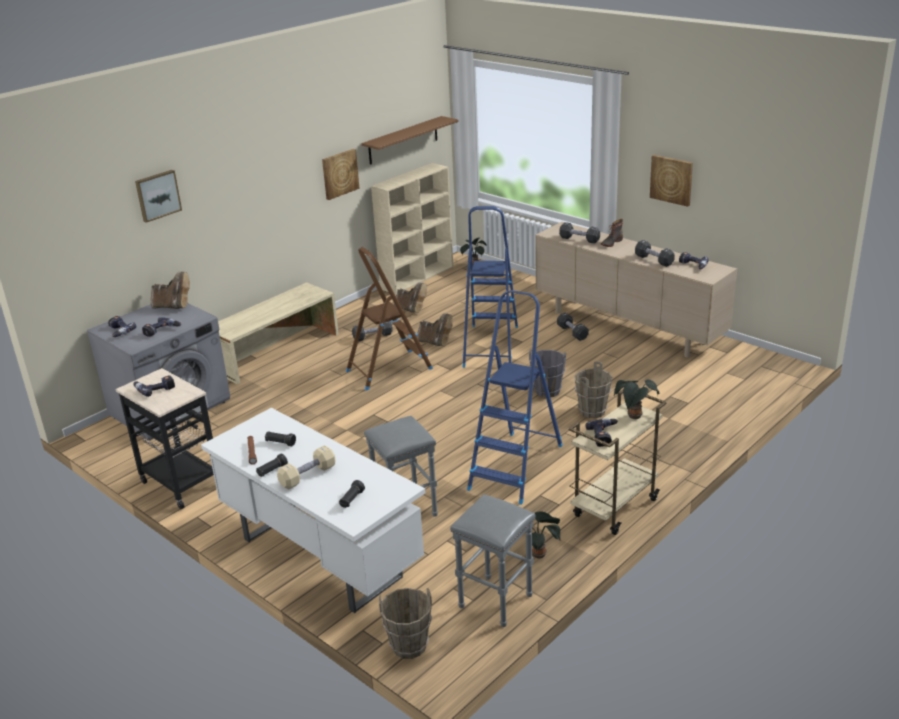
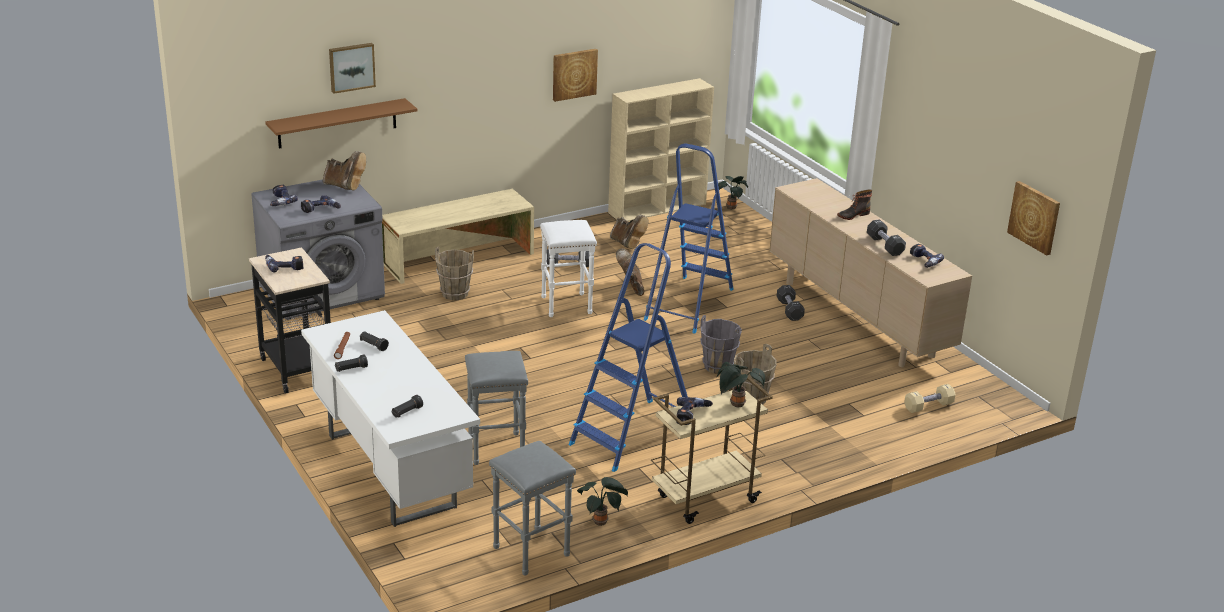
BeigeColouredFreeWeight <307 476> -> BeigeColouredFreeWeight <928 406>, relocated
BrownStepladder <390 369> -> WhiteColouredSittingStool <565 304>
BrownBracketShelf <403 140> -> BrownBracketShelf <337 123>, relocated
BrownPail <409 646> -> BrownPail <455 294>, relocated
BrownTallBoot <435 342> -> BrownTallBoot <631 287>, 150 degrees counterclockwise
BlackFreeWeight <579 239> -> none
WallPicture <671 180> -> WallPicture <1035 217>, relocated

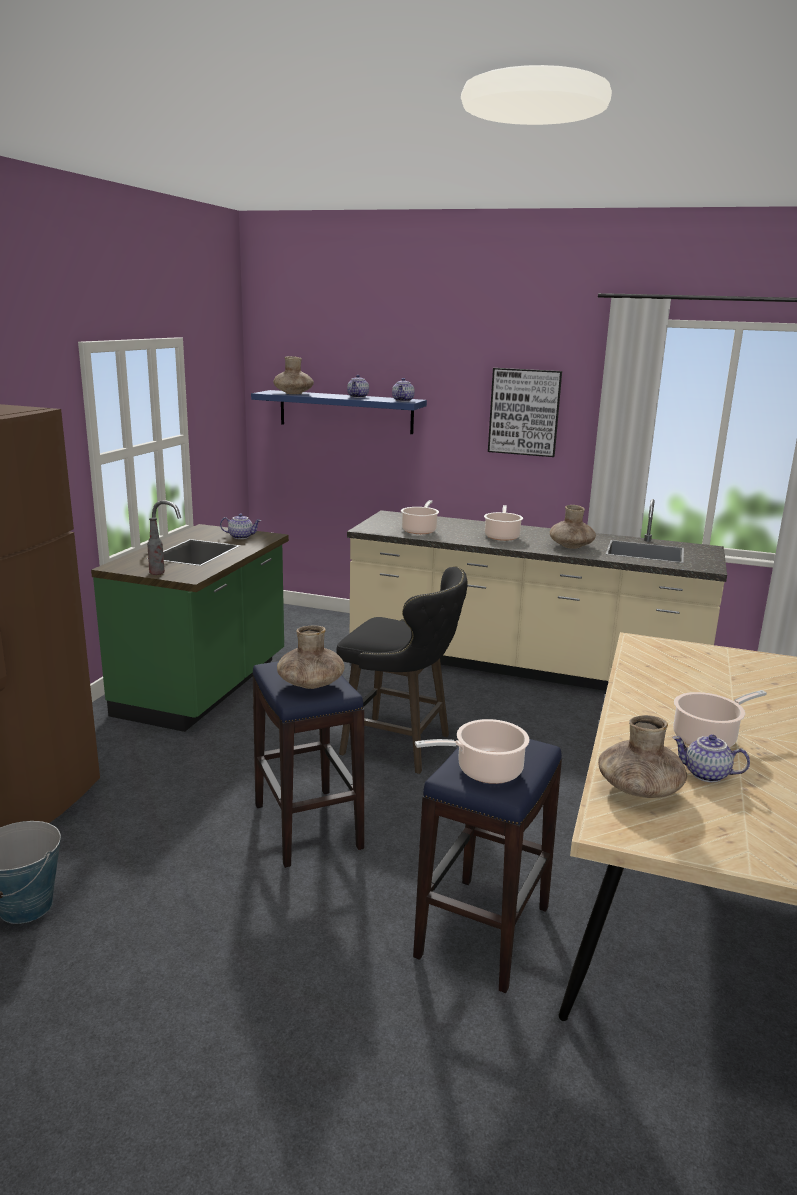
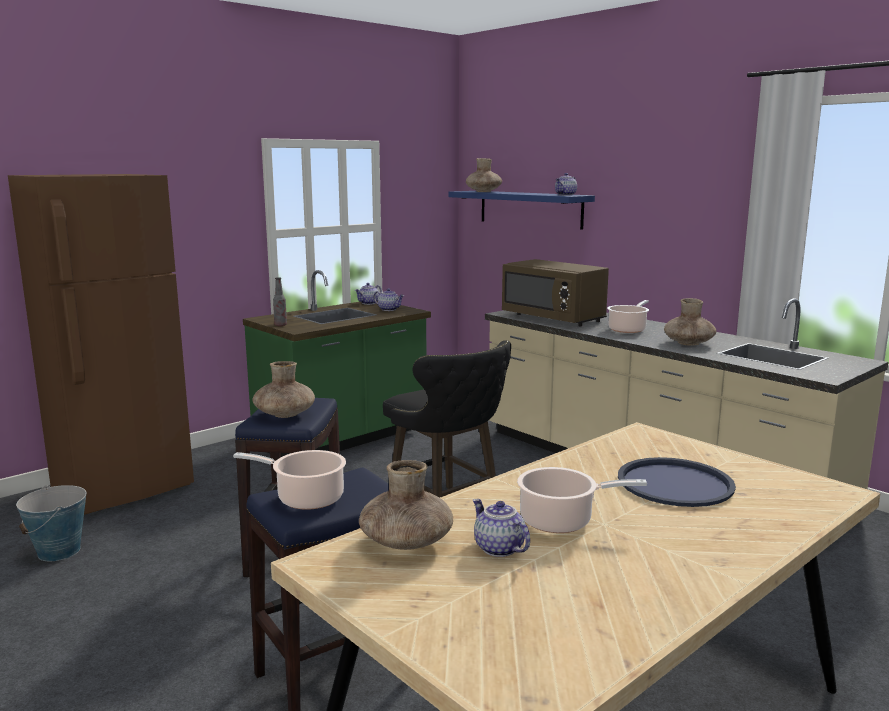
TeaPot <358 397> -> TeaPot <369 303>, relocated
Saucepot <420 530> -> BrownMicrowaveOven <553 318>
WallPicture <524 412> -> none
none -> BlueTray <674 483>

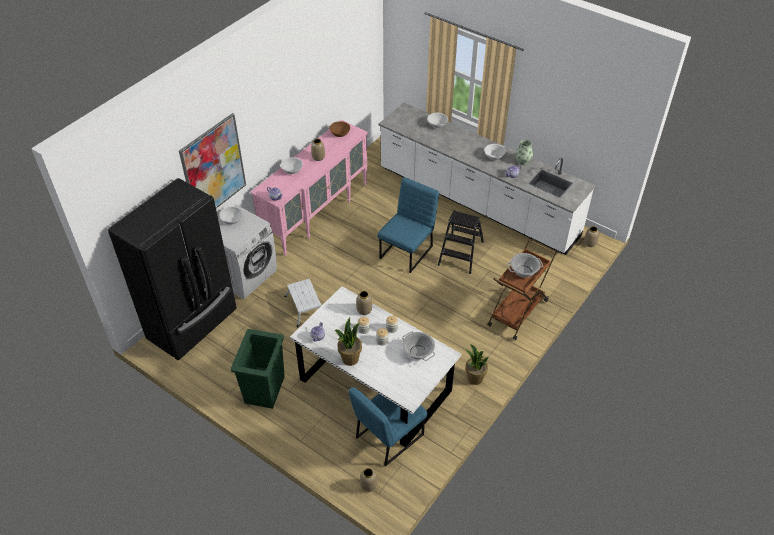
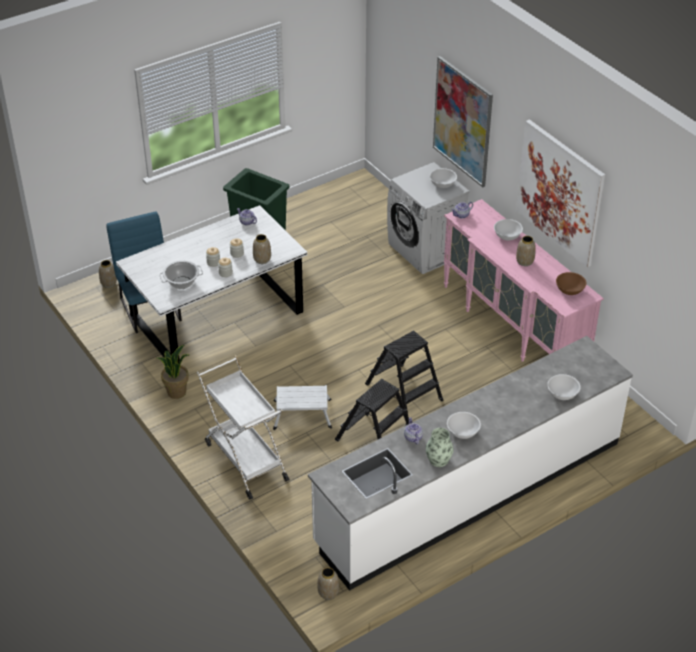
BlackFridge <195 324> -> none
WhiteColouredStepladder <305 307> -> WhiteColouredStepladder <302 414>, relocated
PlantInAPot <350 358> -> none
BluePlainChair <407 251> -> BlackStepladder <404 392>
BrownTrolley <517 313> -> WhiteColouredTrolley <246 461>
Saucepot <524 271> -> none
none -> WallPicture <560 192>

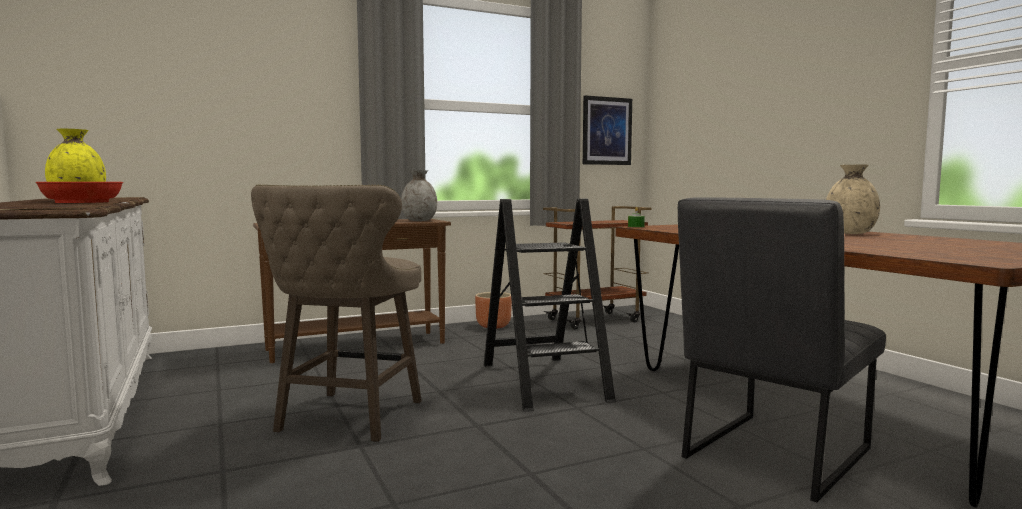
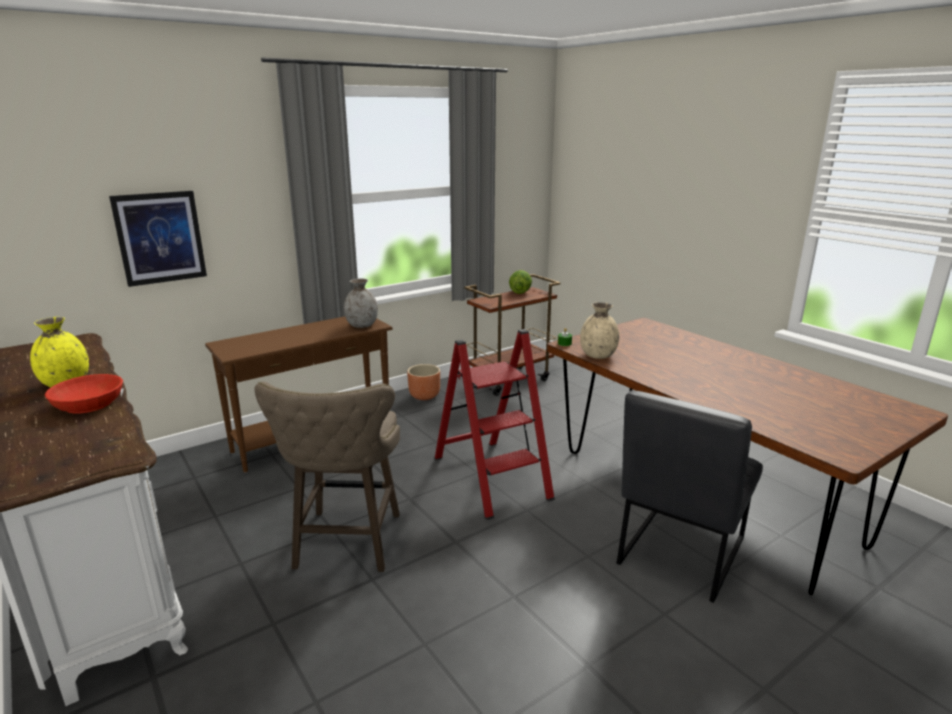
BlackStepladder <543 381> -> ReddishStepladder <490 476>
WallPicture <606 131> -> WallPicture <160 238>, relocated
BeigeColouredFlowerVase <850 233> -> BeigeColouredFlowerVase <598 356>, relocated
none -> HeadOfLettuce <520 292>

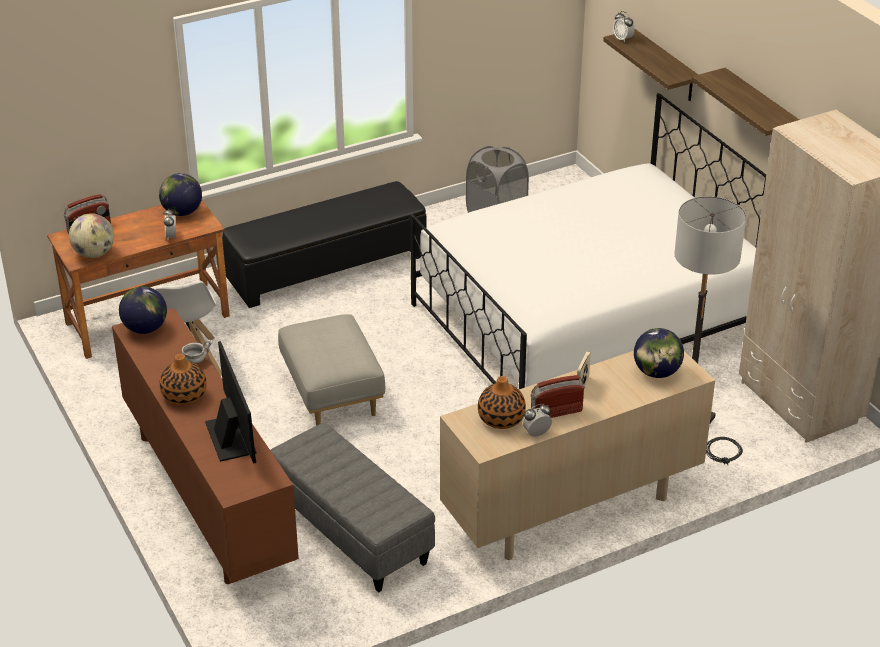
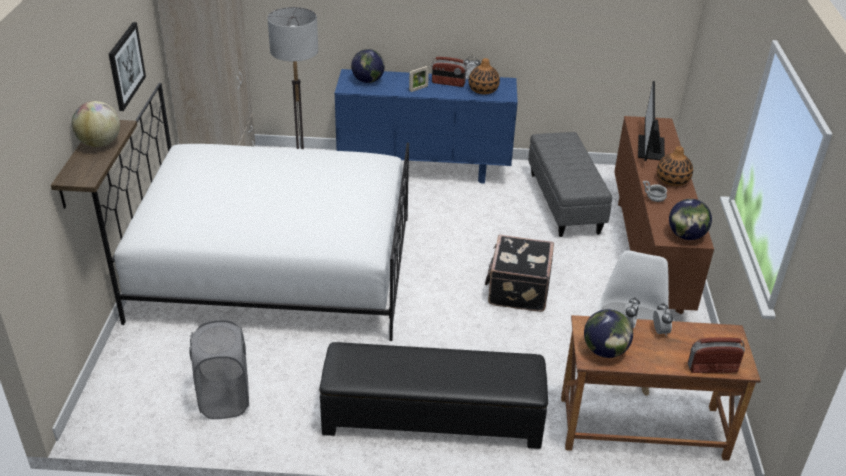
DeskGlobe <94 254> -> DeskGlobe <100 143>, relocated
GrayOttoman <331 394> -> BlackPieceOfLuggage <517 290>
BeigeColouredChestOfDrawers <572 509> -> BlueChestOfDrawers <424 169>
TableClock <622 39> -> TableClock <660 331>, relocated
BracketShelf <760 109> -> WallPicture <126 65>

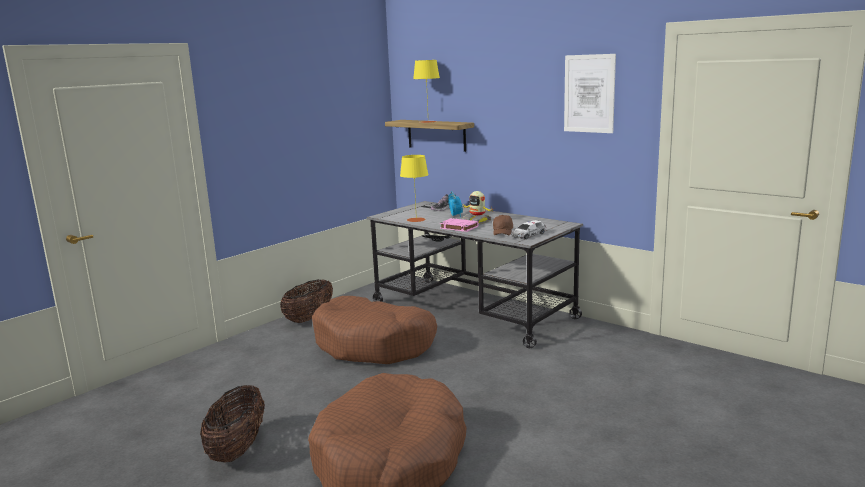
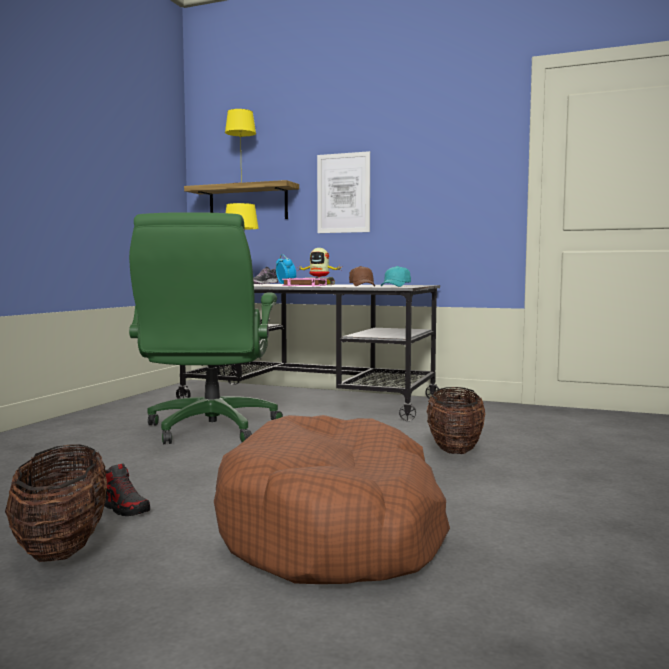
HouseholdBasket <309 318> -> HouseholdBasket <455 450>, relocated
BrownDogCushion <375 345> -> GreenDeskChair <209 431>
ToyCar <528 235> -> BlueGreenPeakedCap <396 286>
WallPicture <589 93> -> WallPicture <343 193>, relocated
none -> LowShoe <125 508>

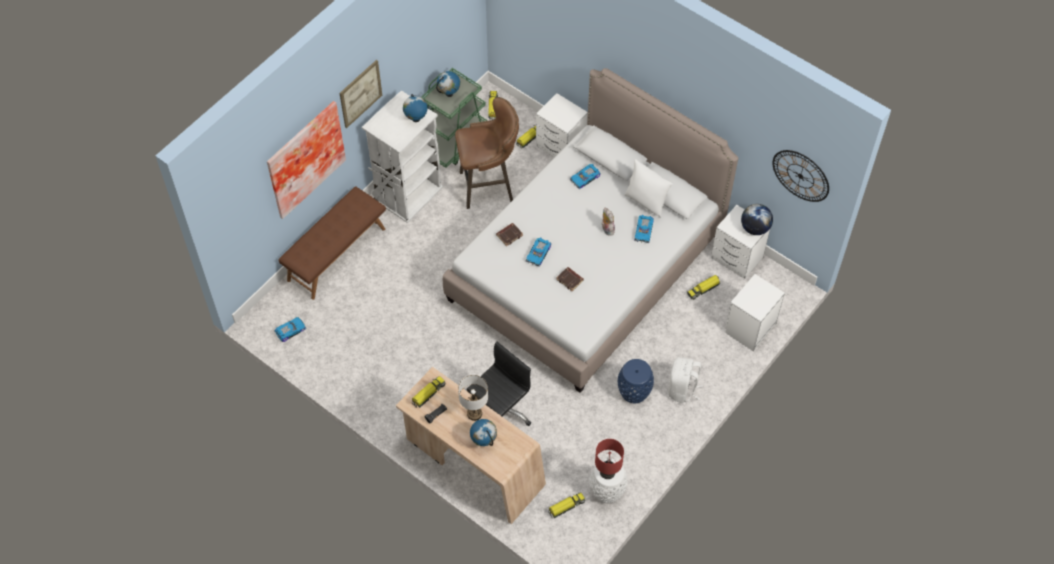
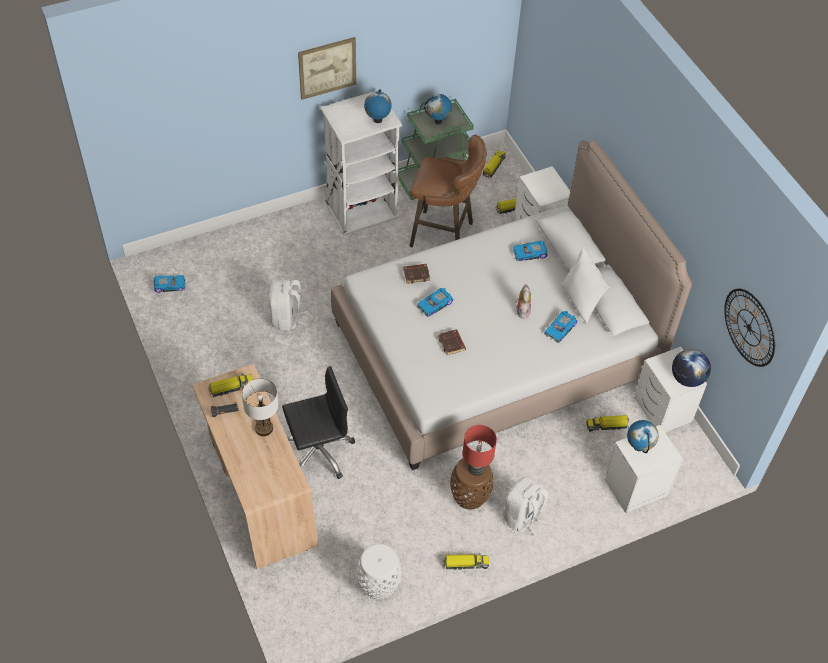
WallPicture <304 158> -> none
BrownLongSeat <336 254> -> none
DeskGlobe <484 441> -> DeskGlobe <638 447>, relocated
ToyTruck <566 506> -> ToyTruck <465 564>, relocated
ReddishTableLamp <607 472> -> ReddishTableLamp <476 467>, relocated
BlueSittingStool <634 391> -> BrownSittingStool <469 495>
none -> WhiteColouredBackpack <287 318>

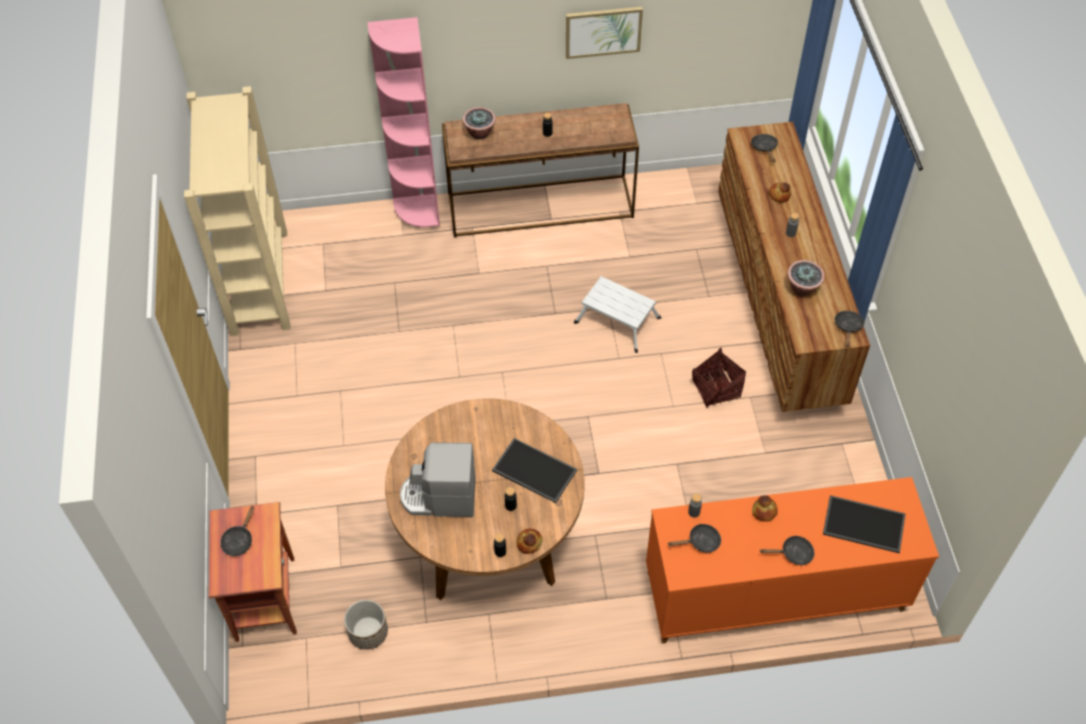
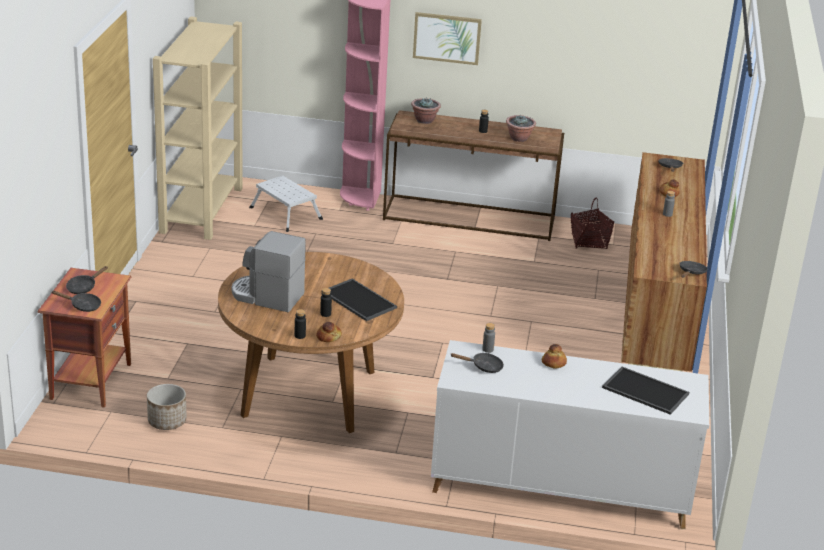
WallPicture <603 31> -> WallPicture <447 38>, relocated
WhiteColouredStepladder <618 320> -> WhiteColouredStepladder <286 213>, relocated
OrangeColouredChestOfDrawers <774 591> -> WhiteColouredChestOfDrawers <560 486>
HouseholdBasket <716 388> -> HouseholdBasket <589 242>, relocated
BlackPan <793 553> -> BlackPan <82 306>, relocated
PlantInAPot <802 288> -> PlantInAPot <519 138>, relocated

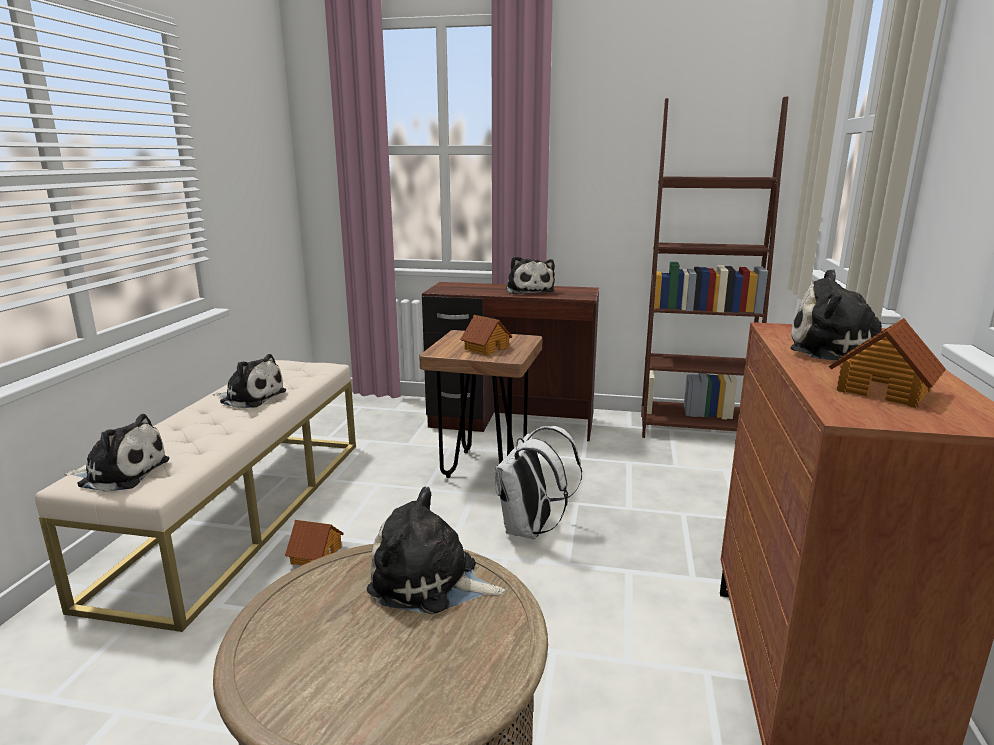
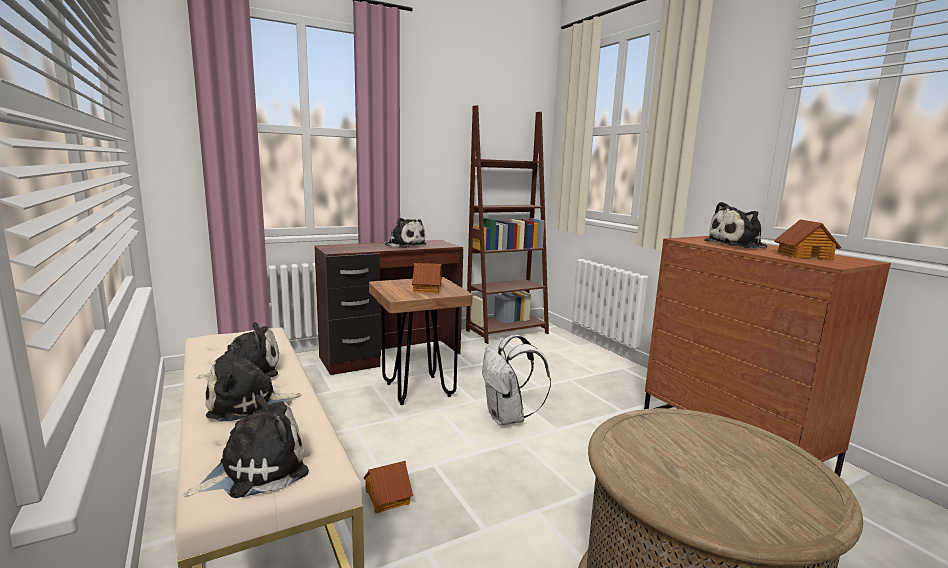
PlushToy <430 582> -> PlushToy <248 404>, relocated

